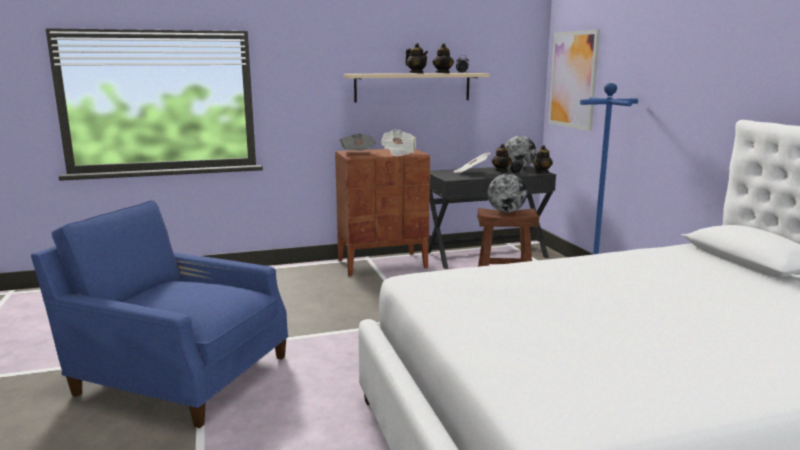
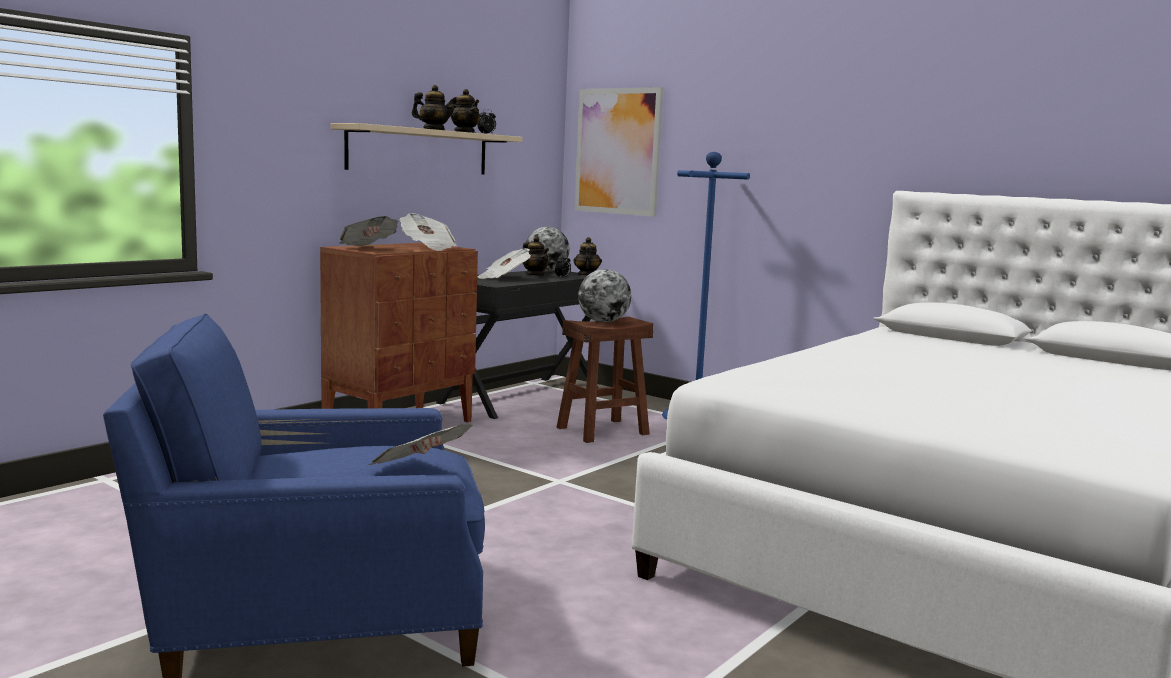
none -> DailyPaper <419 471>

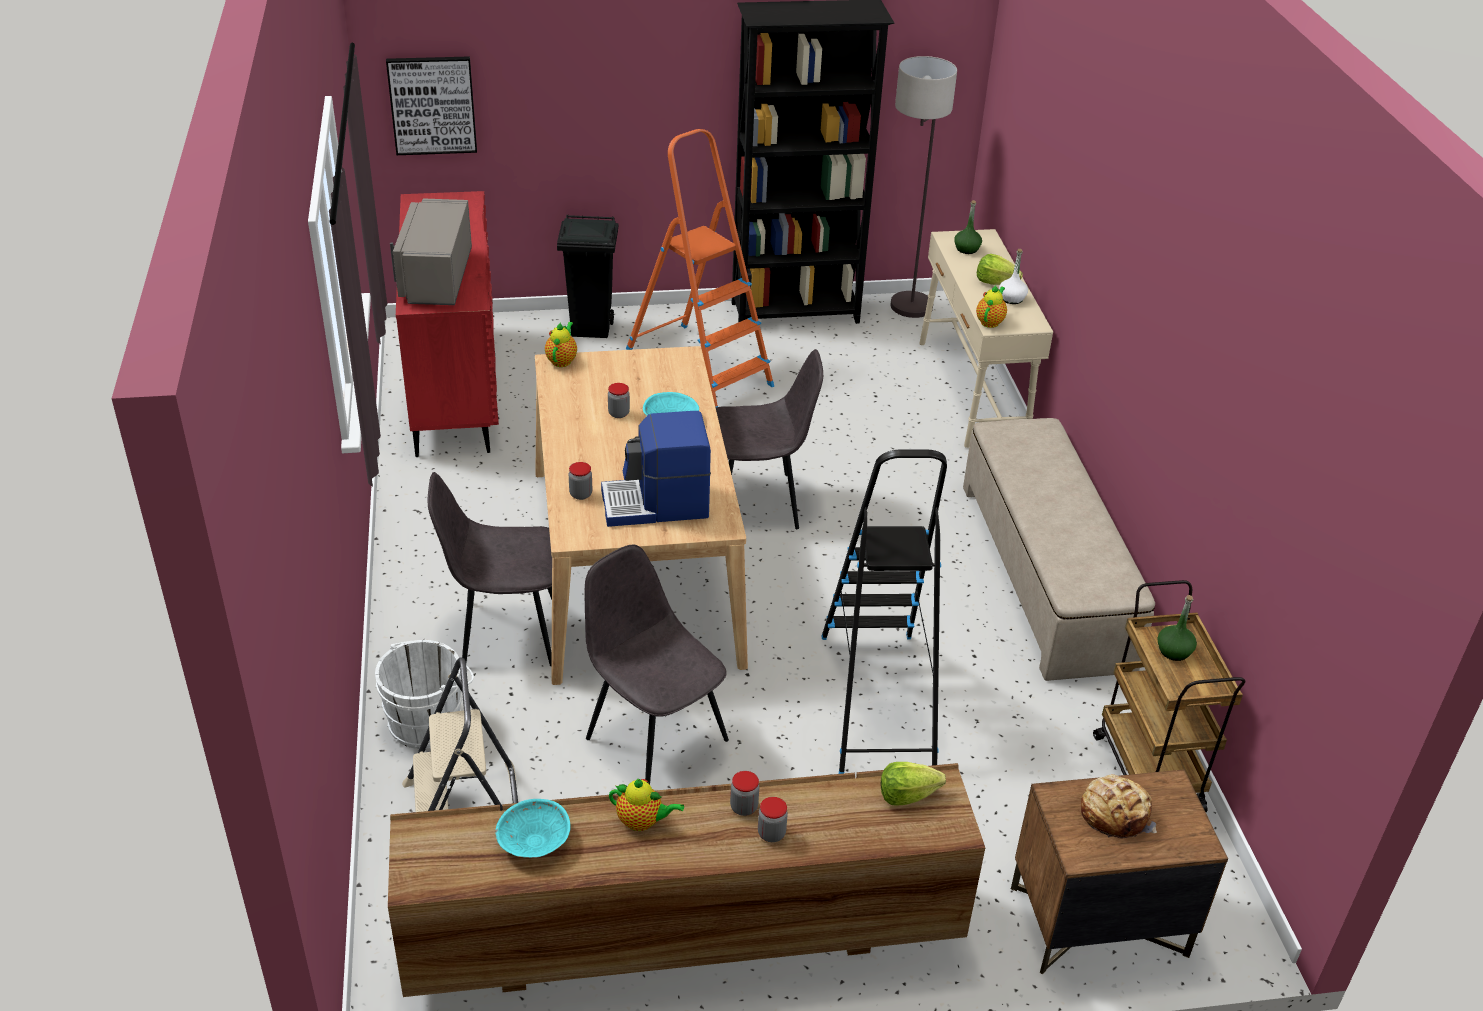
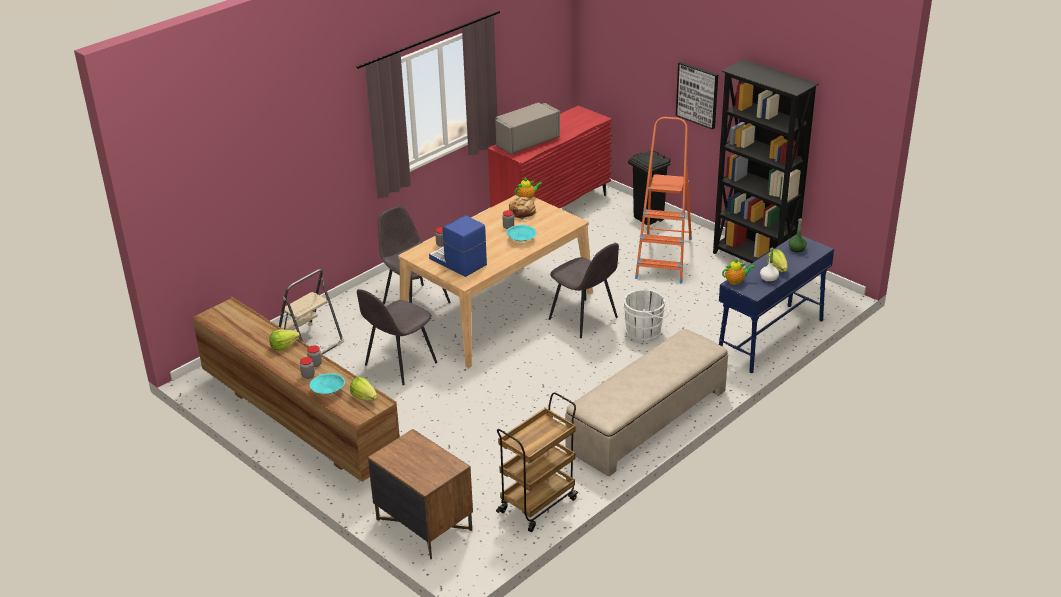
WhiteColouredPail <429 721> -> WhiteColouredPail <645 332>, relocated
WallPicture <432 105> -> WallPicture <697 94>, relocated
BlueGreenServingBowl <533 841> -> BlueGreenServingBowl <327 391>, relocated
GrayPlainChair <654 737> -> GrayPlainChair <399 365>, 150 degrees counterclockwise
TeaPot <642 822> -> HeadOfLettuce <284 346>
BlackStepladder <876 702> -> none
GrayStandingLamp <904 311> -> none
BeigeColouredHallTable <970 392> -> BlueHallTable <770 338>
BakeryBread <1115 814> -> BakeryBread <523 212>, relocated
GreenBeverageBottle <1174 651> -> none

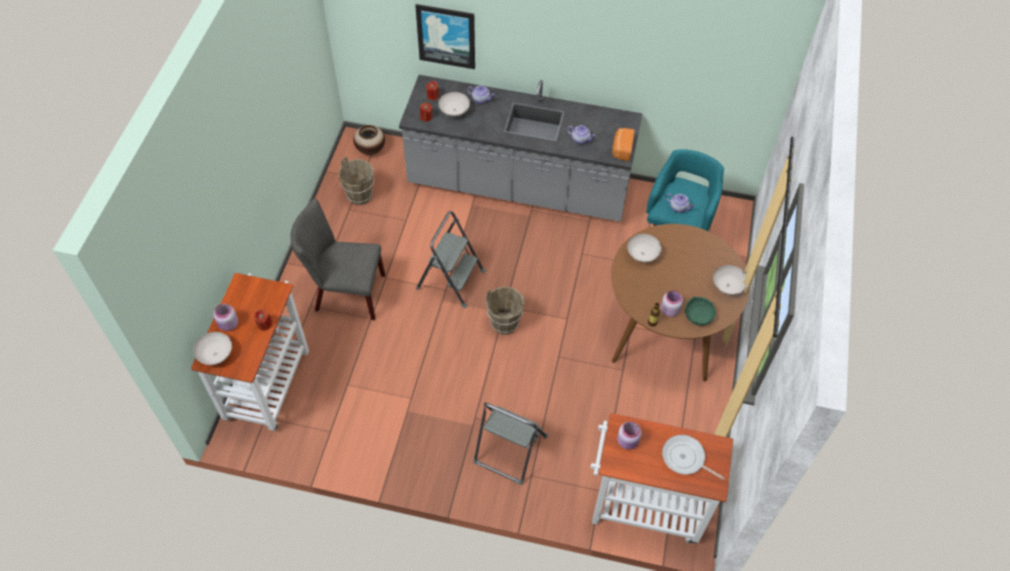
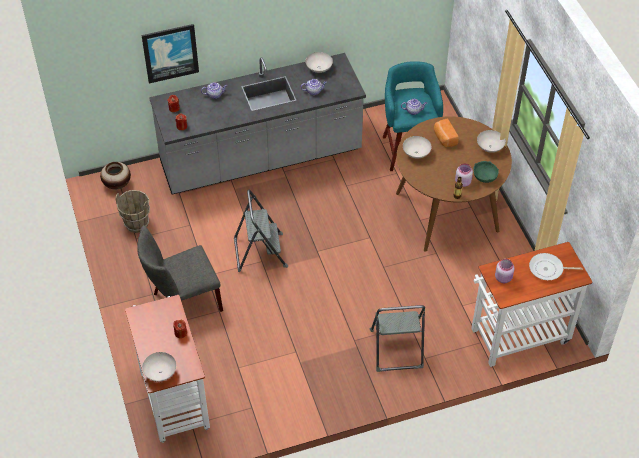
PinkColouredPreserveJar <228 325> -> none
WhiteColouredServingBowl <454 111> -> WhiteColouredServingBowl <318 69>, relocated
BrownPail <504 324> -> none
BakeryBread <621 149> -> BakeryBread <444 138>, relocated

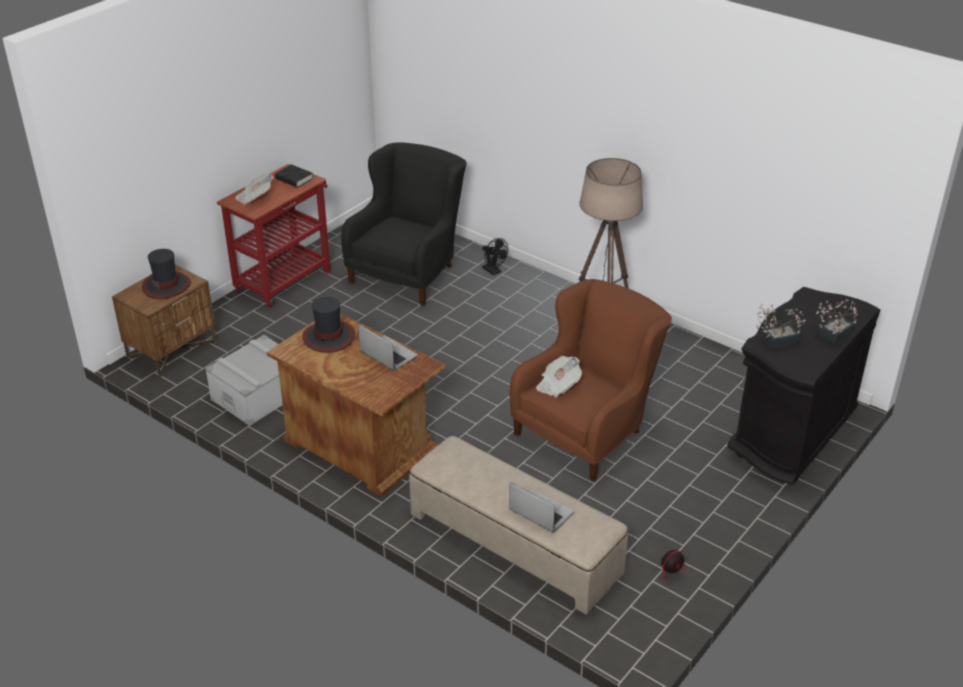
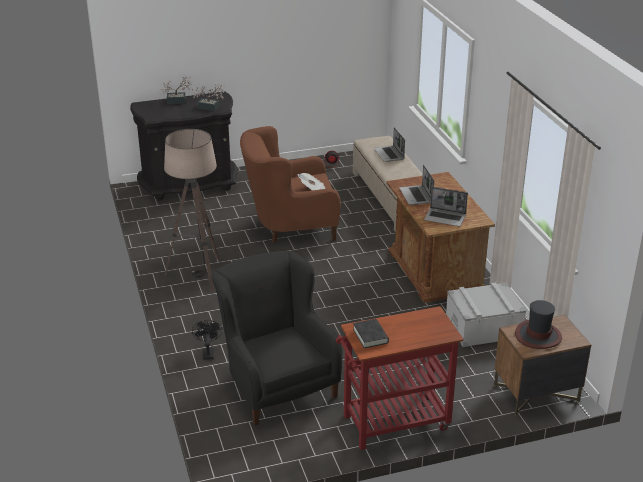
DailyPaper <255 198> -> none
Hat <329 337> -> Laptop <445 218>
BlackLoungeChair <409 271> -> BlackLoungeChair <275 383>, 90 degrees clockwise

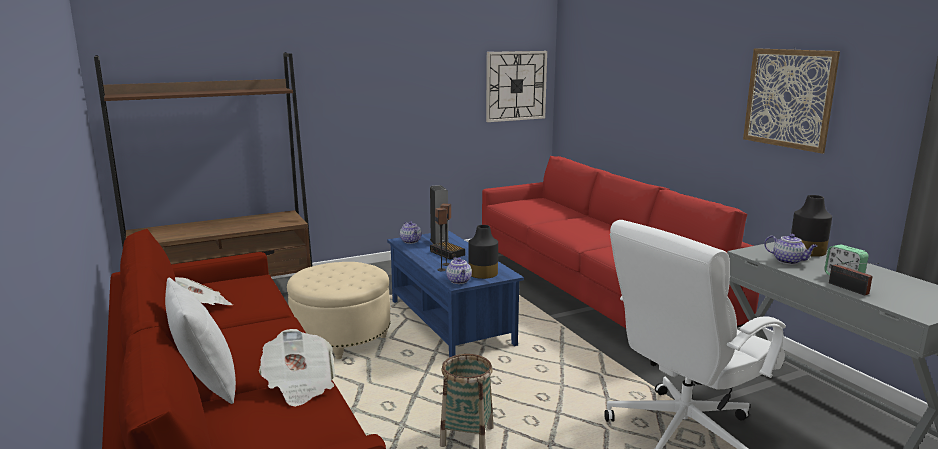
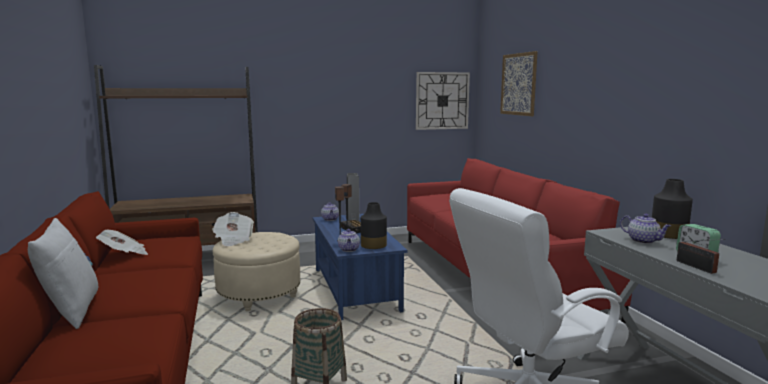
DailyPaper <299 385> -> DailyPaper <233 240>, relocated
WallPicture <789 97> -> WallPicture <518 83>, relocated

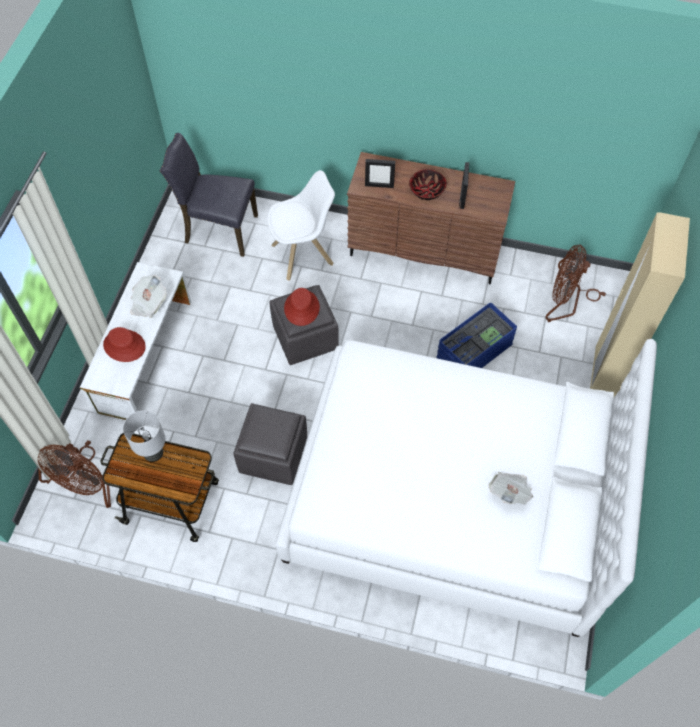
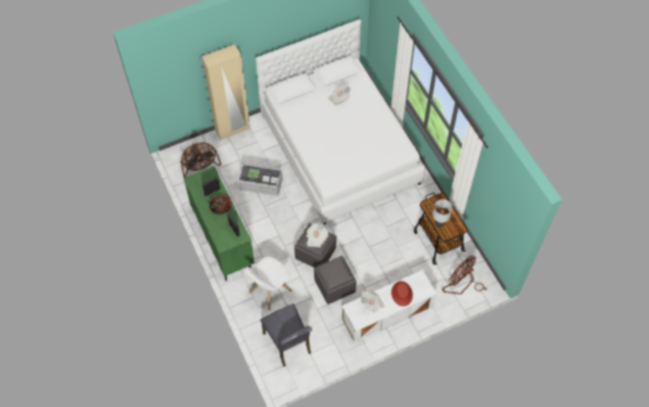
BrownCoolingFan <83 480> -> BrownCoolingFan <463 282>, 120 degrees counterclockwise
GrayOttoman <274 455> -> GrayOttoman <334 285>, relocated
WhiteColouredPlainChair <303 255> -> WhiteColouredPlainChair <269 291>, 75 degrees counterclockwise
ReddishHat <301 308> -> DailyPaper <316 238>
BrownChestOfDrawers <424 254> -> GreenChestOfDrawers <222 239>
BlueStorageBox <474 351> -> GrayStorageBox <261 183>

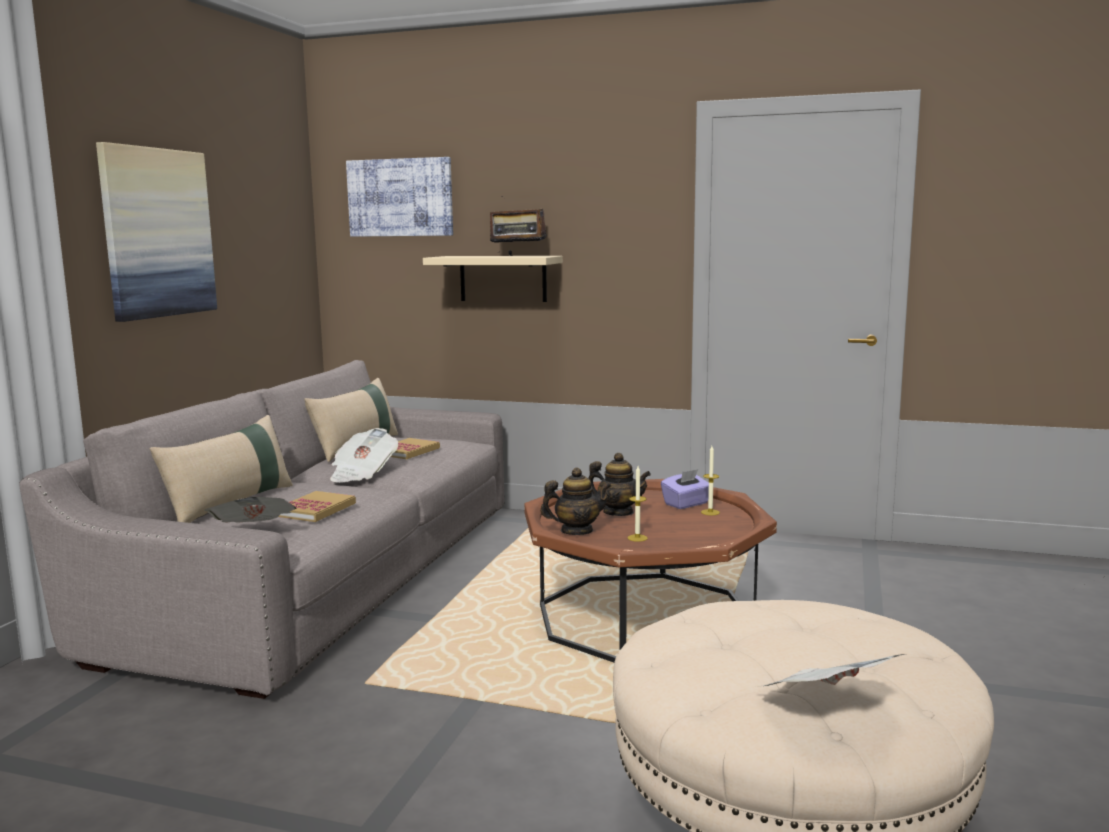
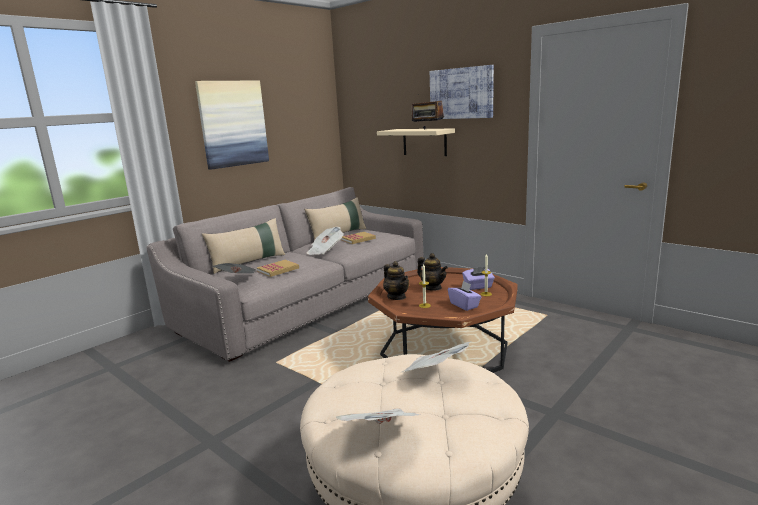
WallPicture <400 197> -> WallPicture <461 93>, relocated
TeaPot <576 531> -> TeaPot <396 297>, 45 degrees clockwise
none -> DailyPaper <436 374>
none -> PurplishTissueBox <464 305>

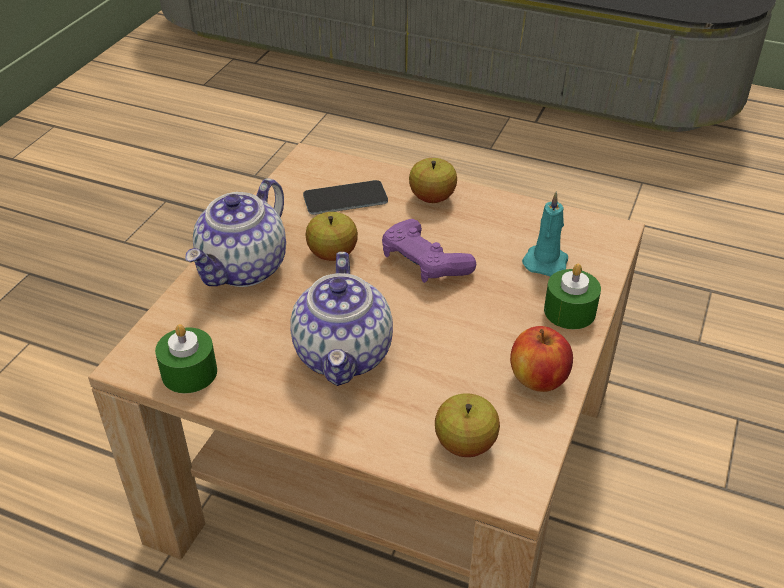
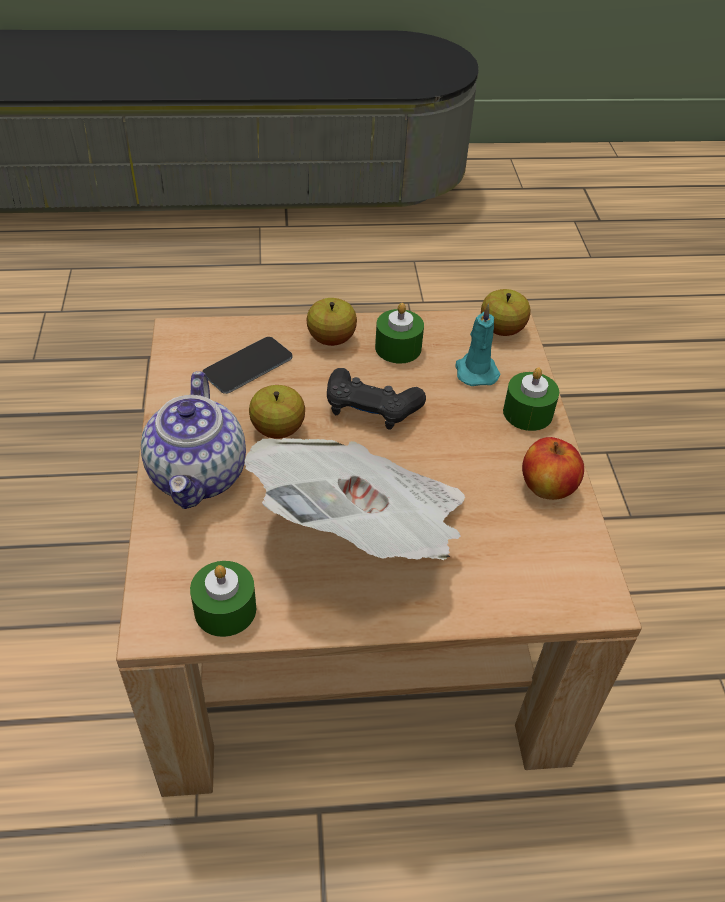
TeaPot <344 355> -> DailyPaper <365 530>
PurplishGameController <424 262> -> BlackGameController <371 408>
Apple <465 444> -> Apple <501 329>, relocated
none -> GreenWaxLight <398 348>

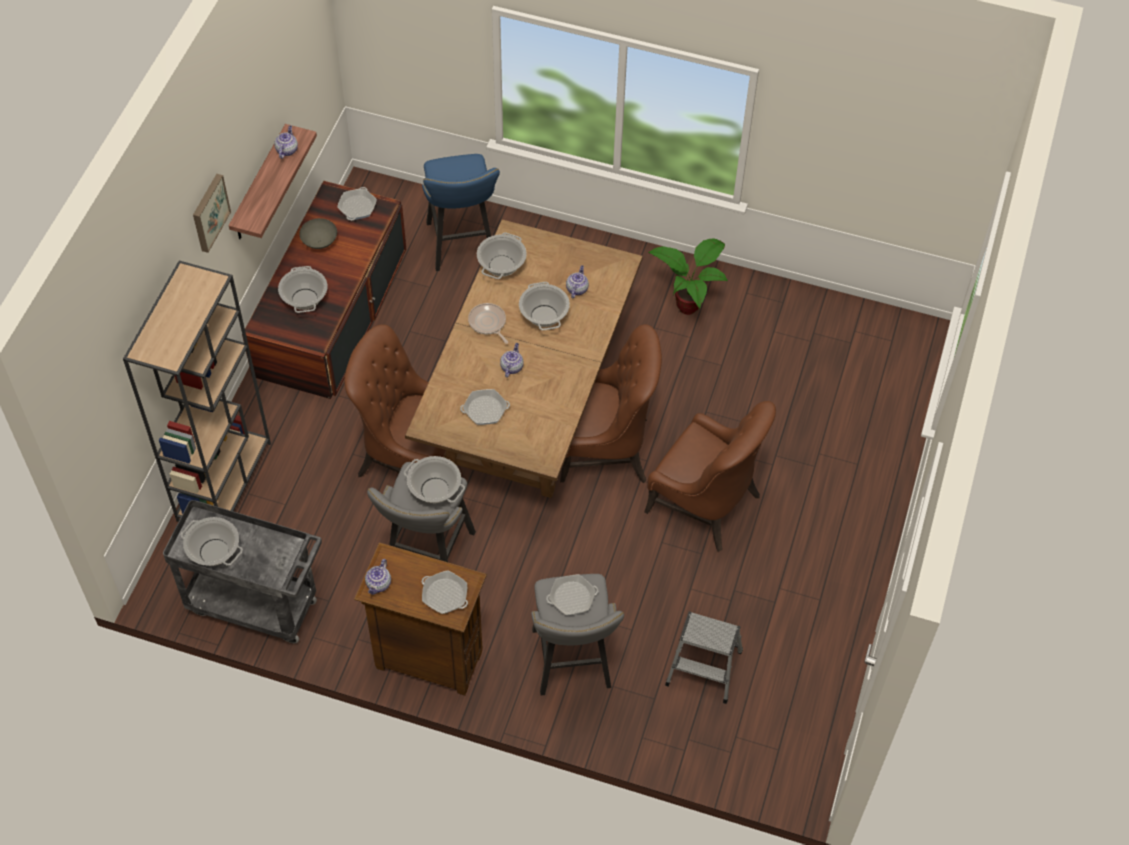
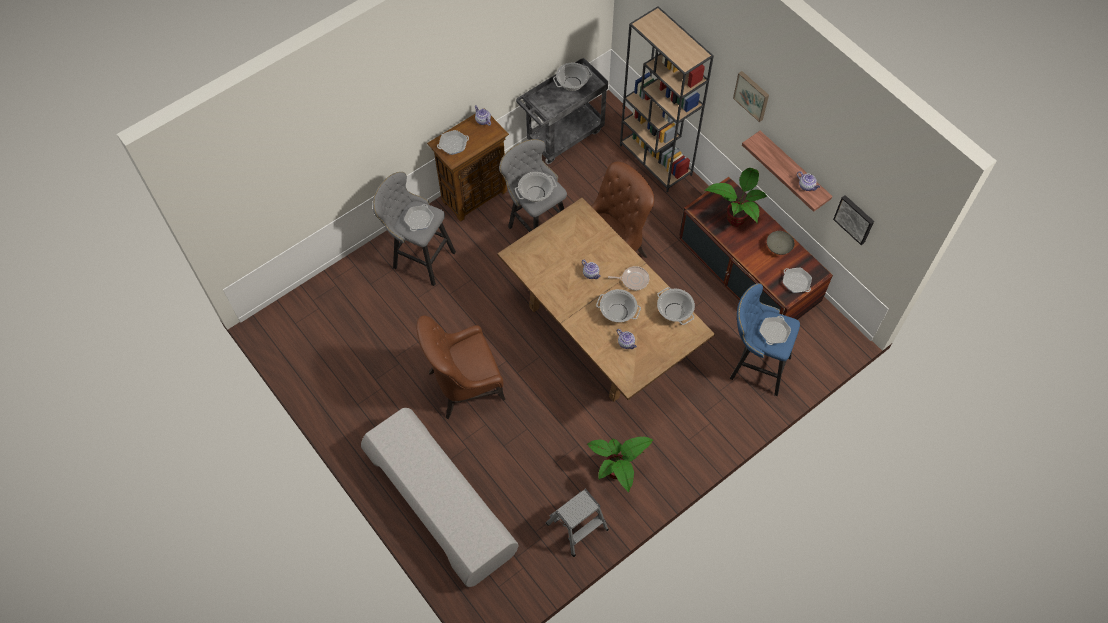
Saucepot <304 299> -> PlantInAPot <735 218>
Pan <485 410> -> Pan <774 332>, relocated
BrownPlainChair <605 448> -> none
GrayStepladder <704 667> -> GrayStepladder <576 526>, relocated
none -> GrayLongSeat <439 502>
none -> WallPicture <854 219>

